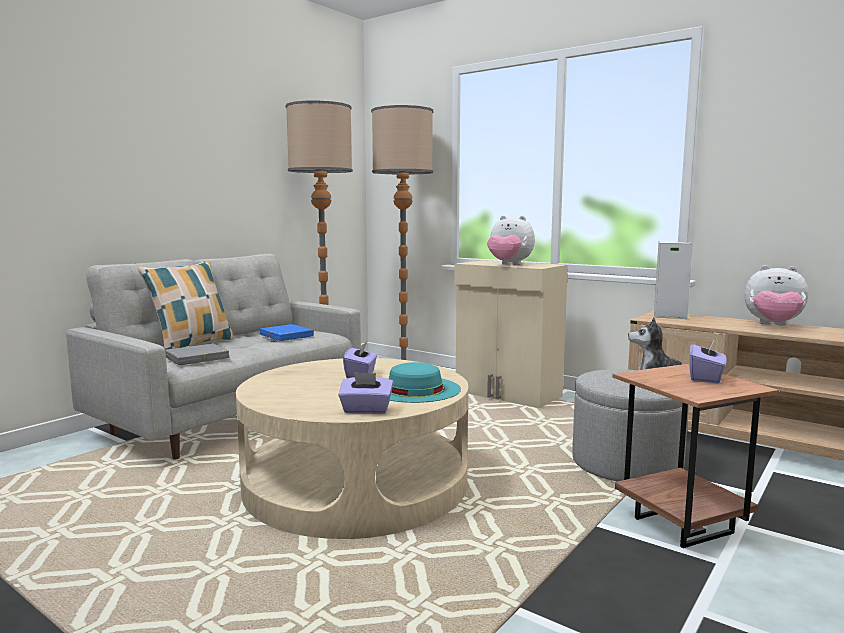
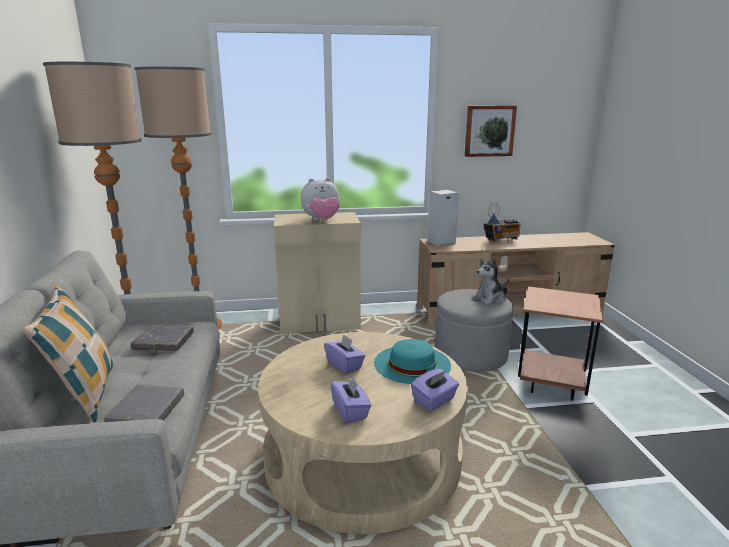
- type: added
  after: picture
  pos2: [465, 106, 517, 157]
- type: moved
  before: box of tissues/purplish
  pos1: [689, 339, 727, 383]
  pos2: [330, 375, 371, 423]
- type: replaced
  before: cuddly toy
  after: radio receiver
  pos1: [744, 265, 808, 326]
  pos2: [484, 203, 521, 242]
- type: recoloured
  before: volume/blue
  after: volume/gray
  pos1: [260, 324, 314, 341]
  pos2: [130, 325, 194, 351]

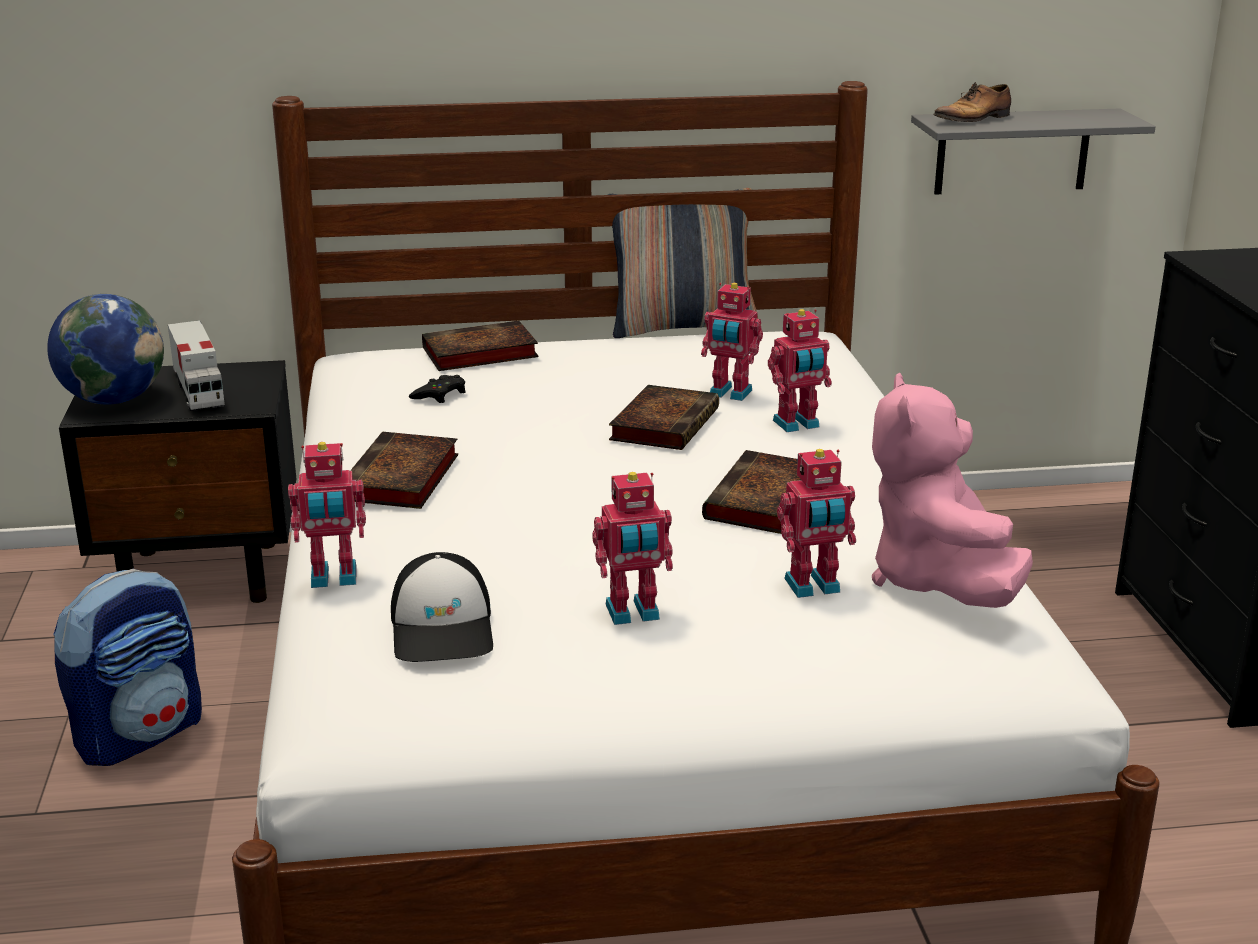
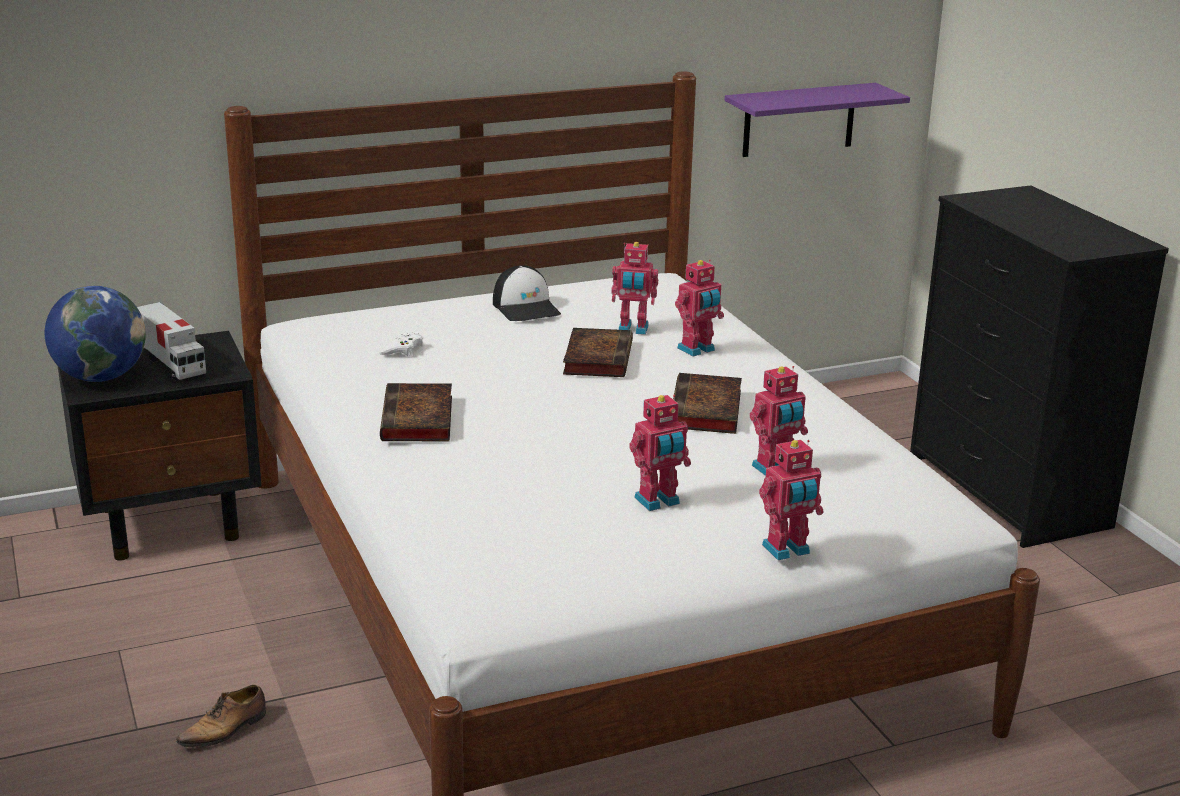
- type: removed
  before: rucksack
  pos1: [53, 569, 202, 766]
- type: removed
  before: volume
  pos1: [422, 321, 539, 371]
- type: removed
  before: cushion
  pos1: [608, 188, 758, 338]
- type: removed
  before: cuddly toy/pink
  pos1: [872, 373, 1033, 608]
- type: moved
  before: robot figure
  pos1: [288, 442, 366, 588]
  pos2: [759, 440, 823, 560]
- type: moved
  before: peaked cap
  pos1: [391, 552, 493, 662]
  pos2: [493, 265, 561, 321]
- type: moved
  before: low shoe
  pos1: [934, 82, 1011, 122]
  pos2: [176, 685, 266, 747]
- type: recoloured
  before: joypad/blackish
  after: joypad/whitish
  pos1: [409, 375, 466, 403]
  pos2: [379, 332, 424, 356]
- type: recoloured
  before: wall shelf/gray
  after: wall shelf/purplish
  pos1: [911, 108, 1156, 195]
  pos2: [725, 83, 910, 157]

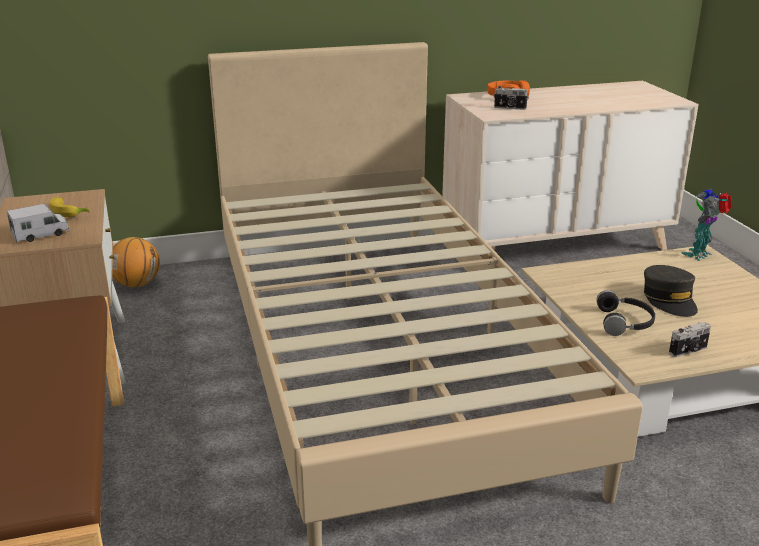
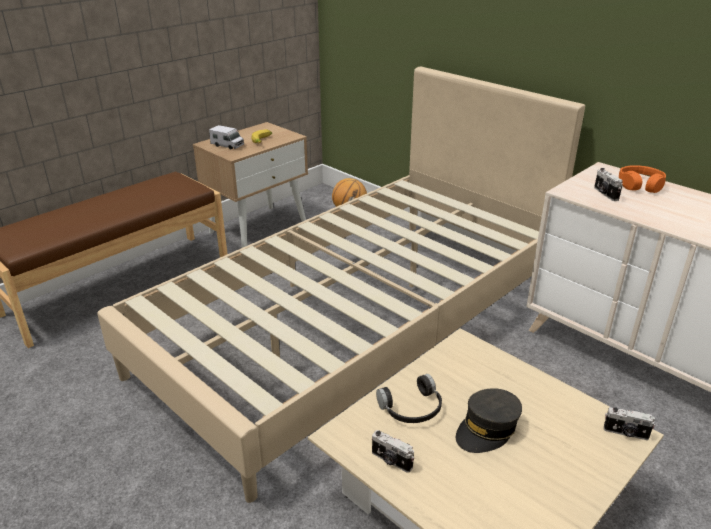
- type: replaced
  before: robot figure
  after: still camera
  pos1: [682, 188, 732, 261]
  pos2: [604, 407, 655, 440]

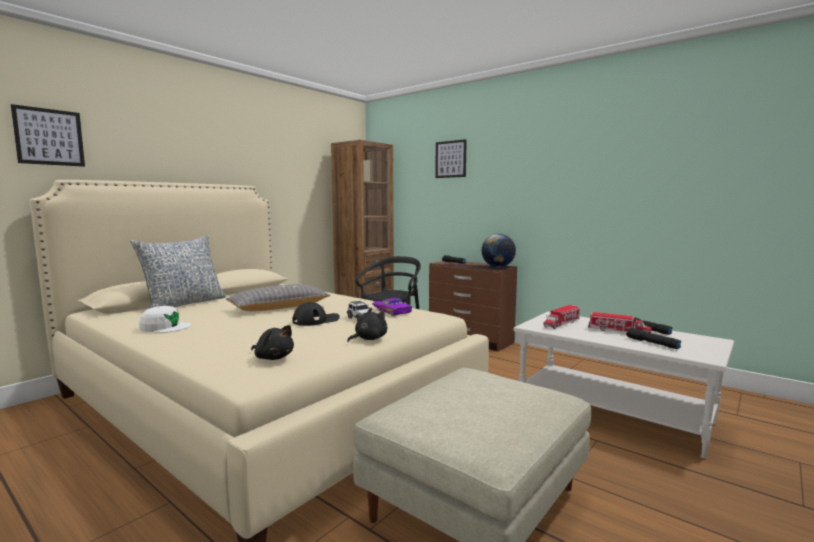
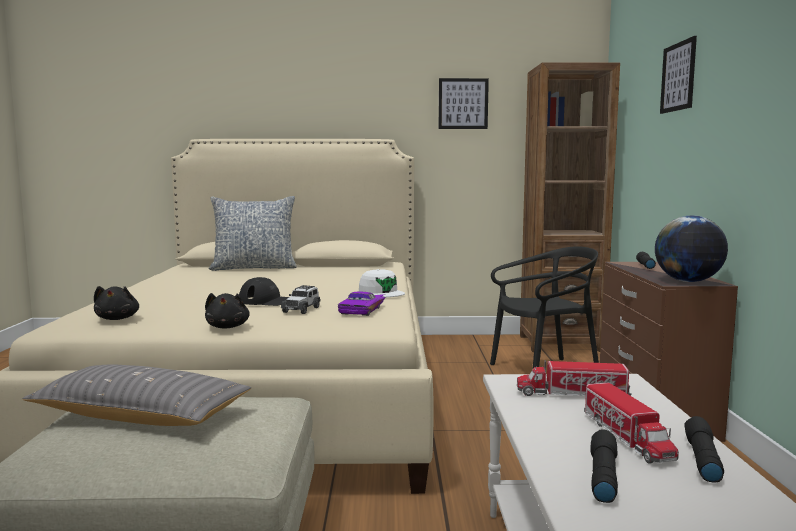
- type: moved
  before: picture
  pos1: [11, 104, 85, 167]
  pos2: [439, 78, 489, 129]
- type: moved
  before: peaked cap/whitish
  pos1: [139, 306, 192, 333]
  pos2: [359, 269, 405, 297]
- type: moved
  before: cushion/gray
  pos1: [226, 284, 331, 311]
  pos2: [22, 364, 251, 426]
- type: turned
  before: cuddly toy/blackish
  pos1: [347, 308, 387, 342]
  pos2: [205, 293, 250, 329]
  turn: 75

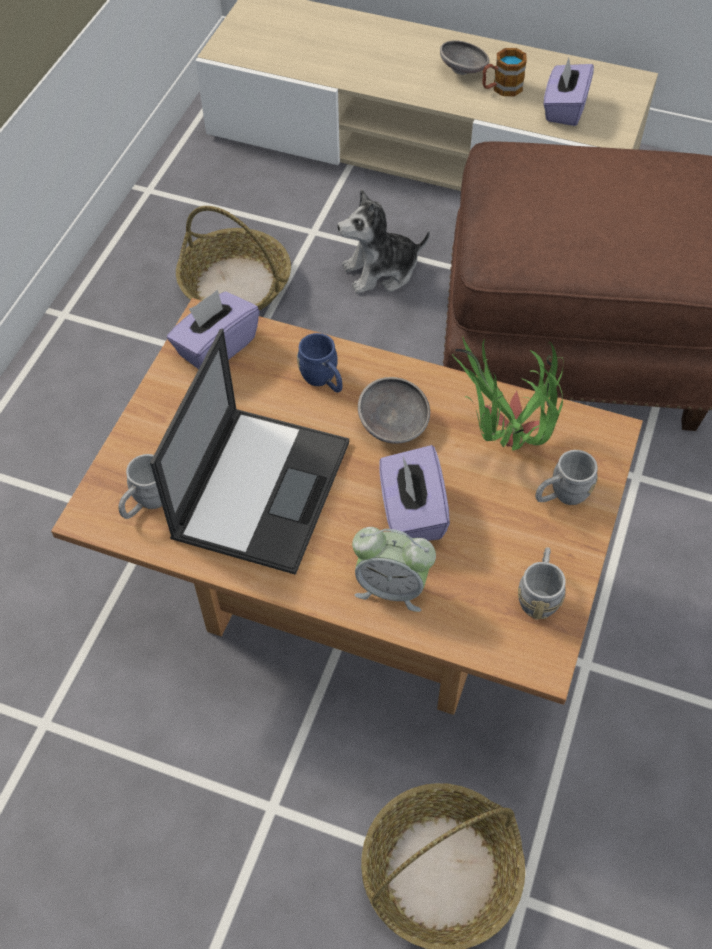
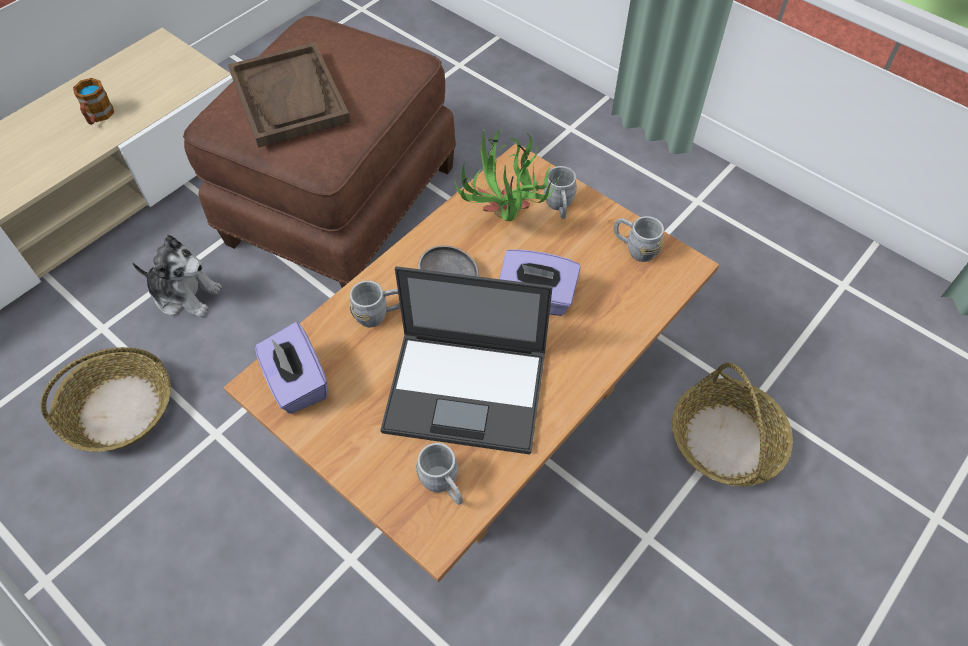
- type: removed
  before: bedside clock
  pos1: [352, 527, 436, 612]
- type: removed
  before: deep dish/gray
  pos1: [440, 40, 489, 75]
- type: removed
  before: box of tissues/purplish
  pos1: [543, 58, 594, 126]
- type: added
  after: carrying tray/brown-coloured
  pos2: [228, 42, 351, 148]
- type: recoloured
  before: tea mug/blue
  after: tea mug/gray
  pos1: [297, 333, 342, 393]
  pos2: [349, 281, 400, 327]
- type: turned
  before: portable computer
  pos1: [150, 329, 349, 575]
  pos2: [380, 266, 553, 455]
  turn: 150
- type: turned
  before: cuddly toy
  pos1: [338, 189, 430, 294]
  pos2: [132, 235, 222, 317]
  turn: -75

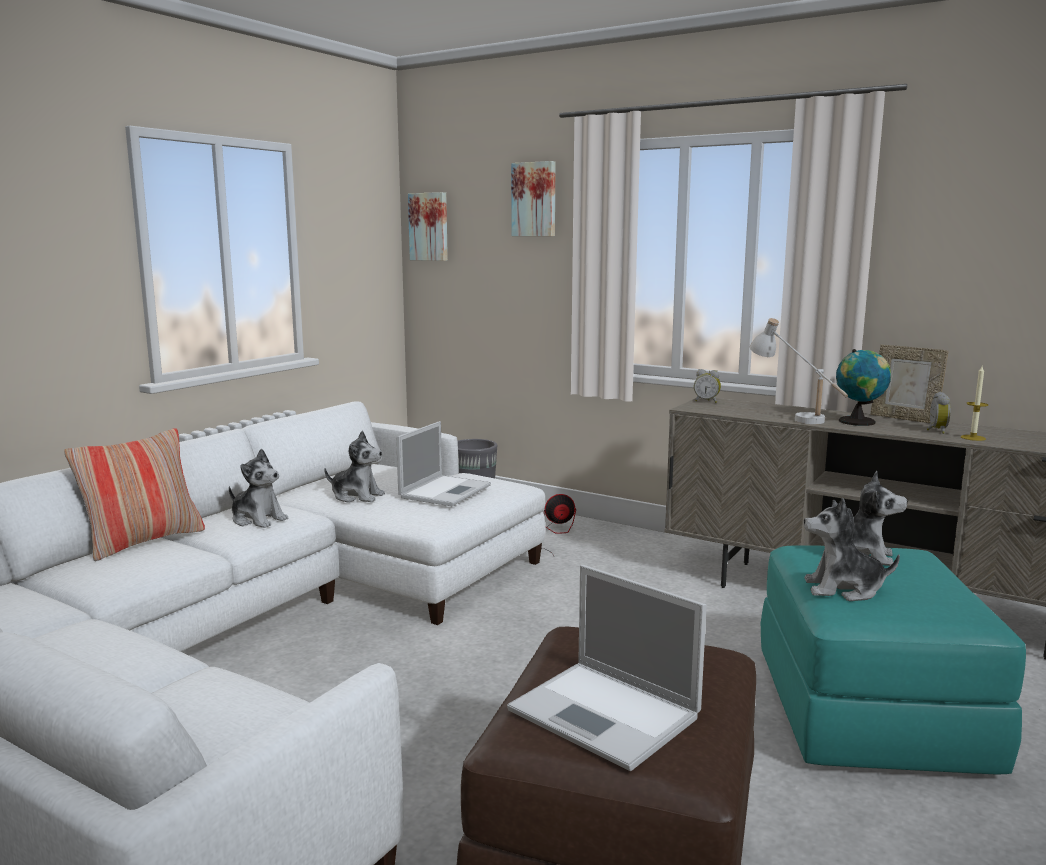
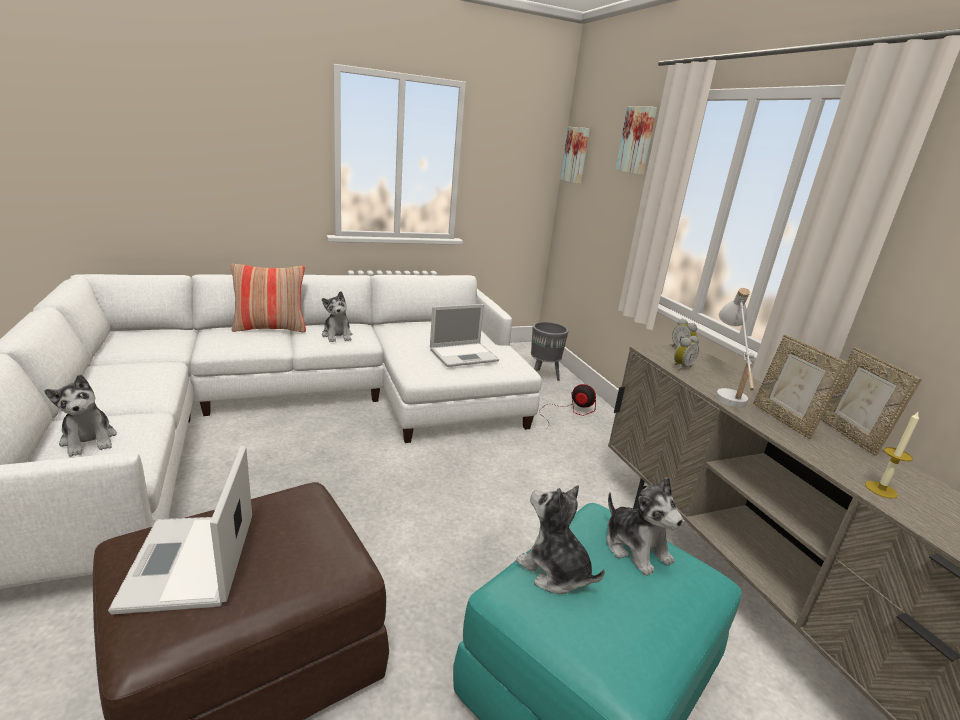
- type: moved
  before: cuddly toy
  pos1: [324, 431, 385, 503]
  pos2: [44, 375, 117, 457]
- type: moved
  before: bedside clock
  pos1: [927, 392, 951, 434]
  pos2: [674, 336, 699, 371]
- type: replaced
  before: desk globe
  after: picture frame
  pos1: [836, 349, 891, 426]
  pos2: [753, 334, 848, 439]

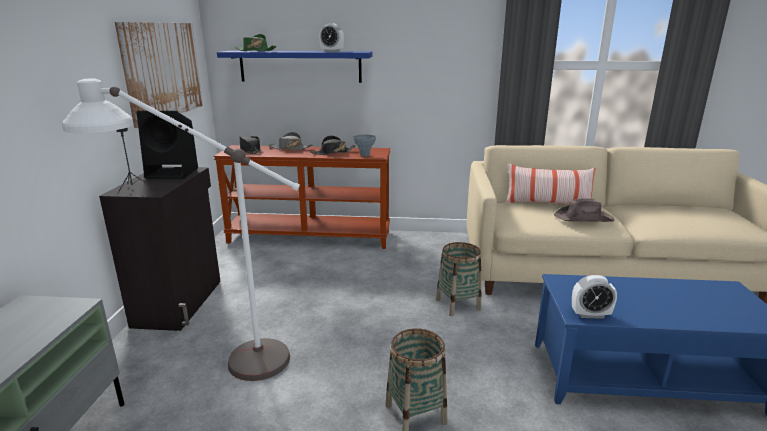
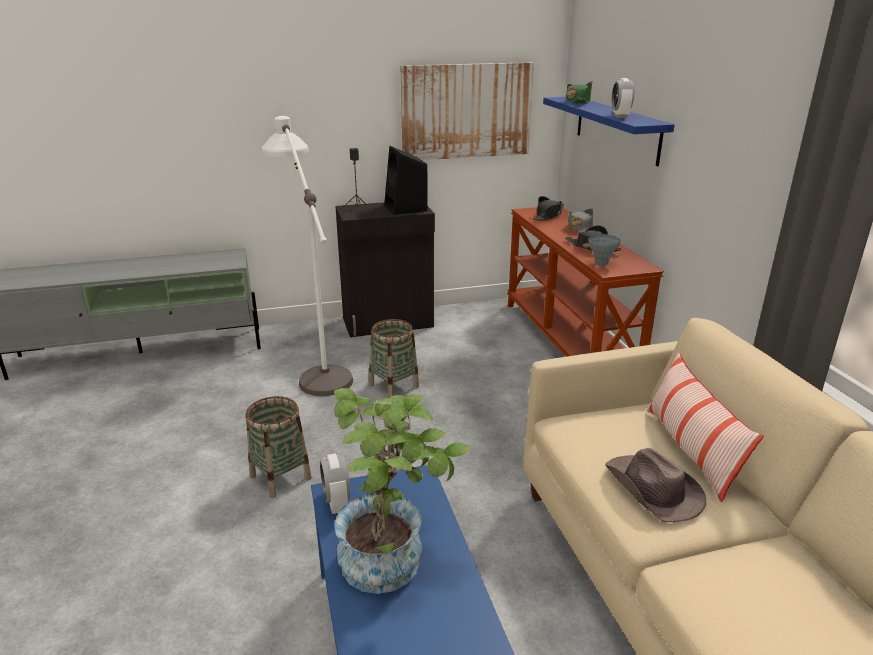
- type: added
  after: plant in a pot
  pos2: [334, 388, 471, 594]
- type: moved
  before: household basket
  pos1: [436, 242, 481, 316]
  pos2: [369, 319, 419, 398]

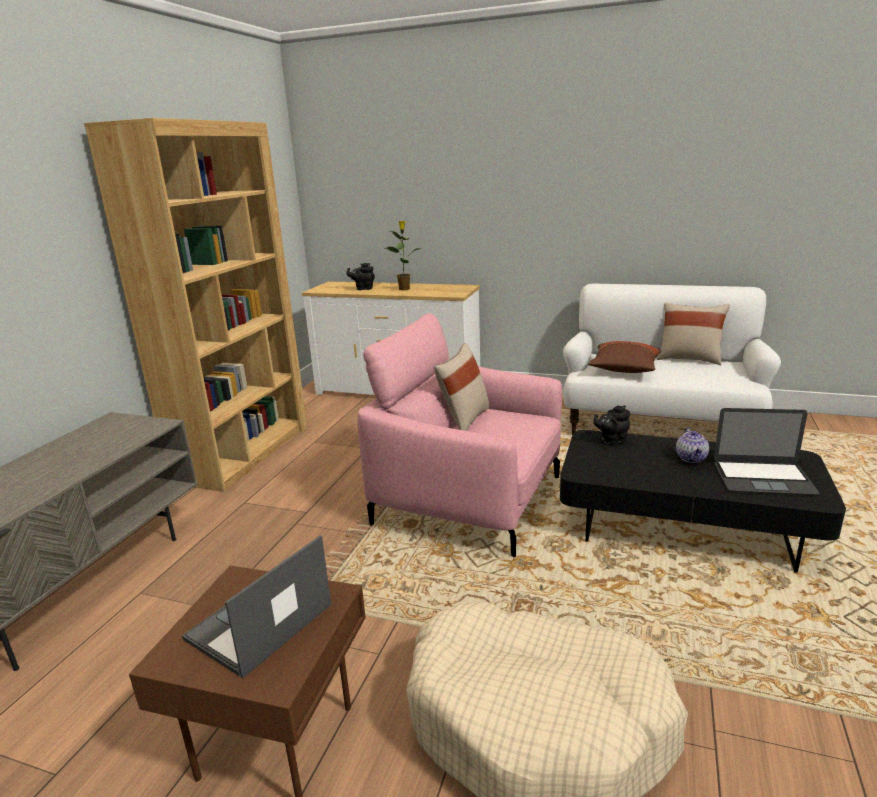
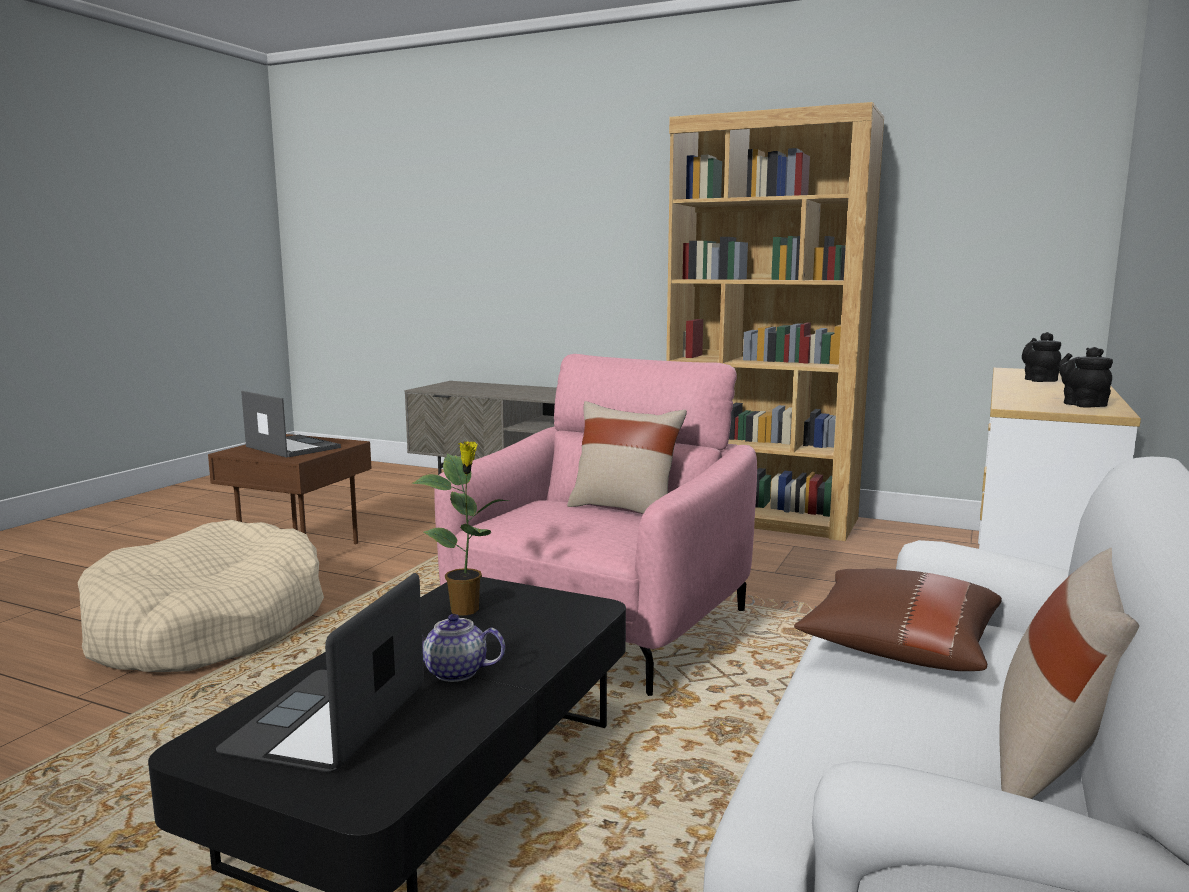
- type: moved
  before: plant in a pot
  pos1: [384, 221, 419, 290]
  pos2: [412, 441, 509, 615]
- type: moved
  before: teapot/blackish
  pos1: [593, 405, 630, 445]
  pos2: [1059, 347, 1113, 408]

